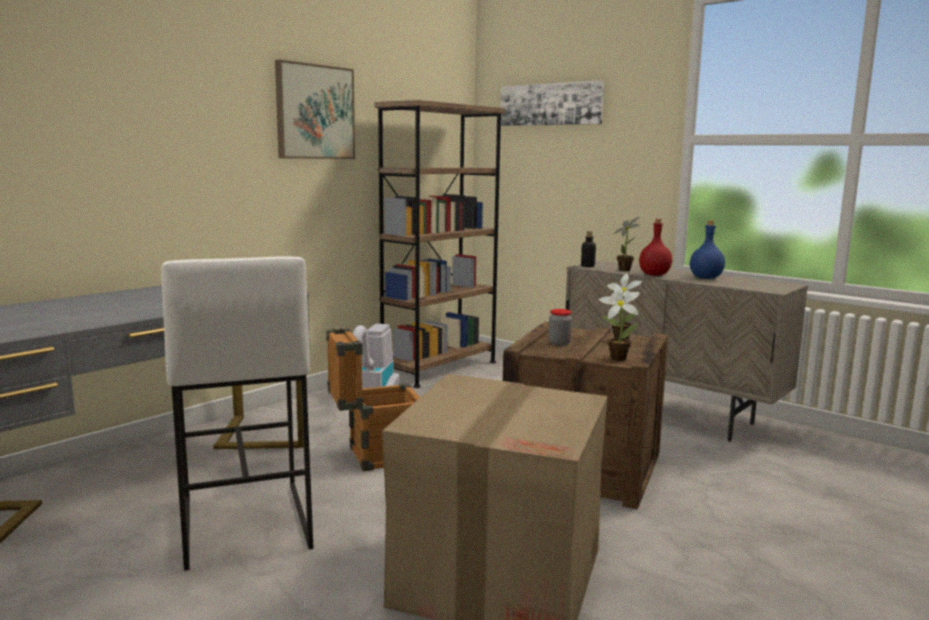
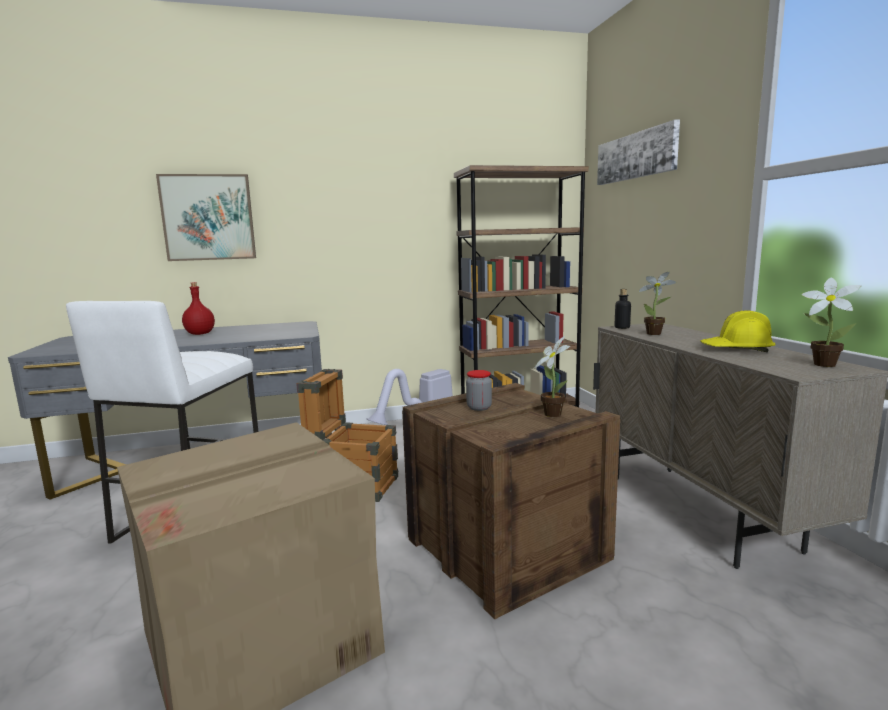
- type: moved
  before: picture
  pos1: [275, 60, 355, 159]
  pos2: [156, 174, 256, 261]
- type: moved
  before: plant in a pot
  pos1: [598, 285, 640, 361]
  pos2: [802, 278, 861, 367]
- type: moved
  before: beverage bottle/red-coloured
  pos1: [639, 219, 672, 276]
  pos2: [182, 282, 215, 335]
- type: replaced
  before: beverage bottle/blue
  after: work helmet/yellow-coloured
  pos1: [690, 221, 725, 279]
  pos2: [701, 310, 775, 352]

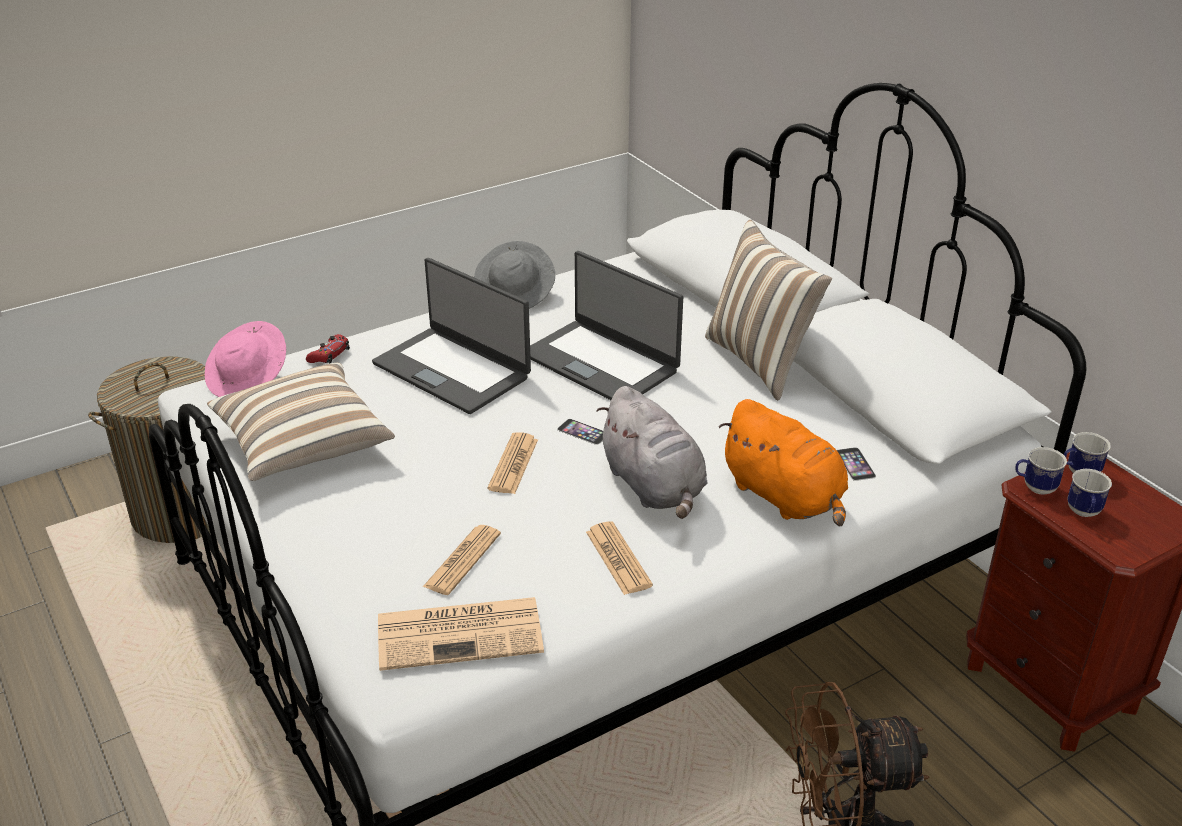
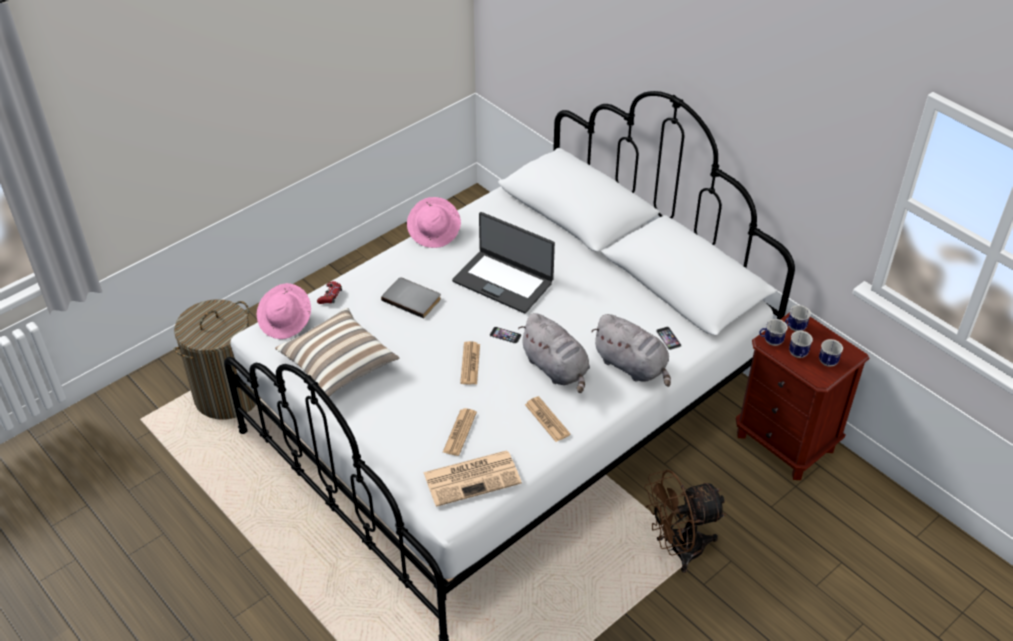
- type: removed
  before: cushion
  pos1: [705, 220, 832, 401]
- type: added
  after: tea mug
  pos2: [819, 339, 843, 367]
- type: replaced
  before: portable computer
  after: volume/gray
  pos1: [372, 258, 531, 414]
  pos2: [381, 277, 441, 318]
- type: recoloured
  before: wearable hat/gray
  after: wearable hat/pink
  pos1: [474, 241, 555, 309]
  pos2: [407, 197, 461, 248]
- type: recoloured
  before: cuddly toy/orange
  after: cuddly toy/gray
  pos1: [718, 399, 848, 527]
  pos2: [591, 314, 671, 387]

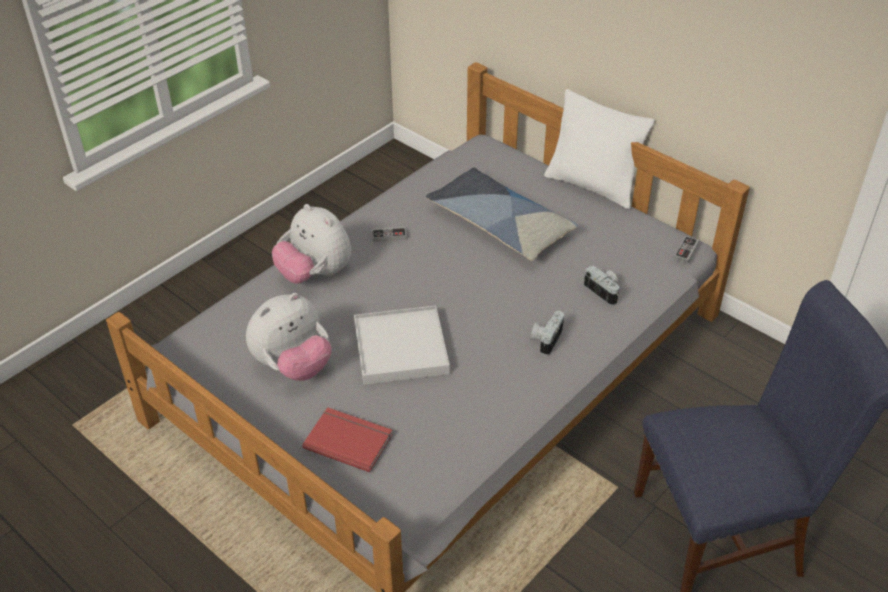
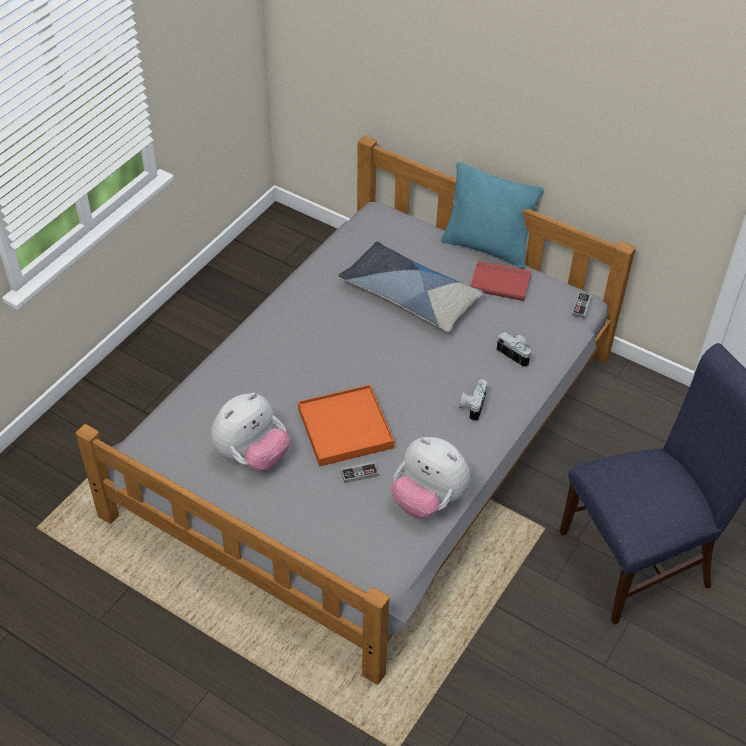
- type: moved
  before: cuddly toy
  pos1: [272, 204, 351, 284]
  pos2: [391, 437, 470, 518]
- type: moved
  before: volume/red-coloured
  pos1: [302, 407, 393, 473]
  pos2: [470, 261, 531, 301]
- type: moved
  before: joypad
  pos1: [372, 227, 406, 242]
  pos2: [341, 462, 378, 483]
- type: recoloured
  before: carrying tray/whitish
  after: carrying tray/orange
  pos1: [354, 305, 450, 385]
  pos2: [298, 385, 394, 467]
- type: recoloured
  before: cushion/whitish
  after: cushion/turquoise
  pos1: [544, 89, 655, 209]
  pos2: [441, 162, 544, 269]

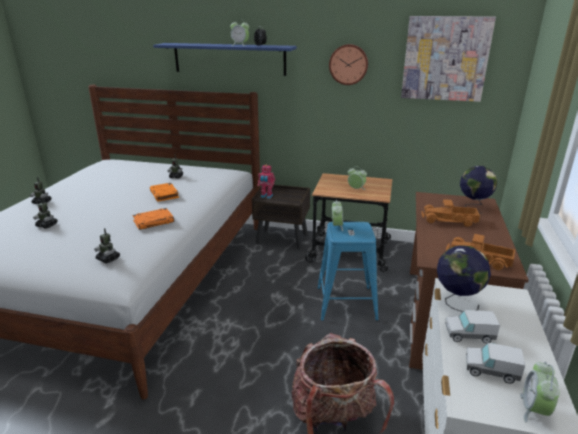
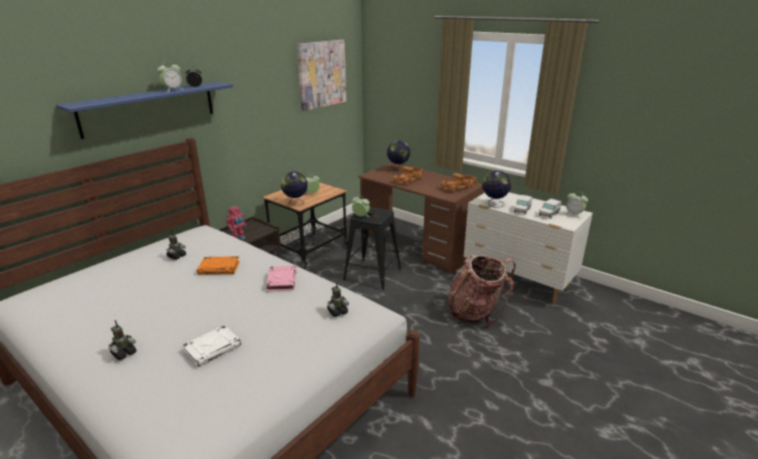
- type: removed
  before: wall clock
  pos1: [329, 44, 368, 85]
- type: added
  after: desk globe
  pos2: [281, 172, 308, 206]
- type: replaced
  before: robot figure
  after: volume/whitish
  pos1: [33, 198, 57, 229]
  pos2: [182, 325, 241, 367]
- type: recoloured
  before: volume/orange
  after: volume/pink
  pos1: [132, 208, 174, 230]
  pos2: [266, 266, 297, 292]
- type: recoloured
  before: sitting stool/blue
  after: sitting stool/blackish
  pos1: [317, 222, 379, 321]
  pos2: [343, 207, 401, 290]

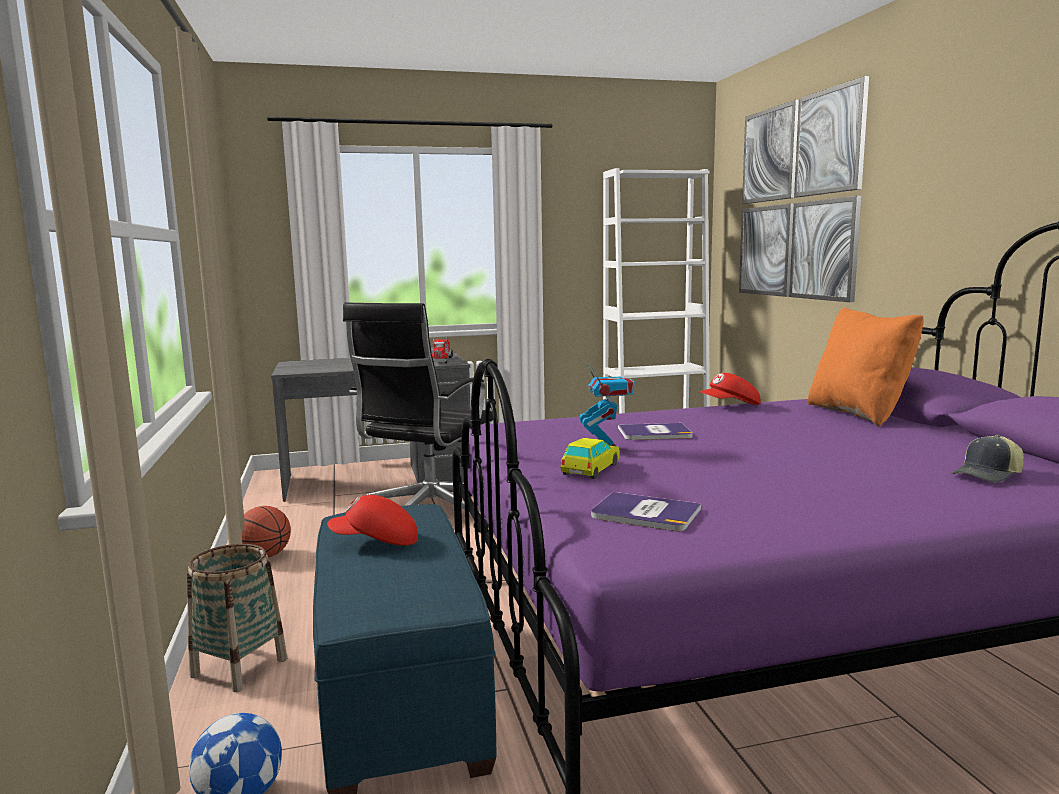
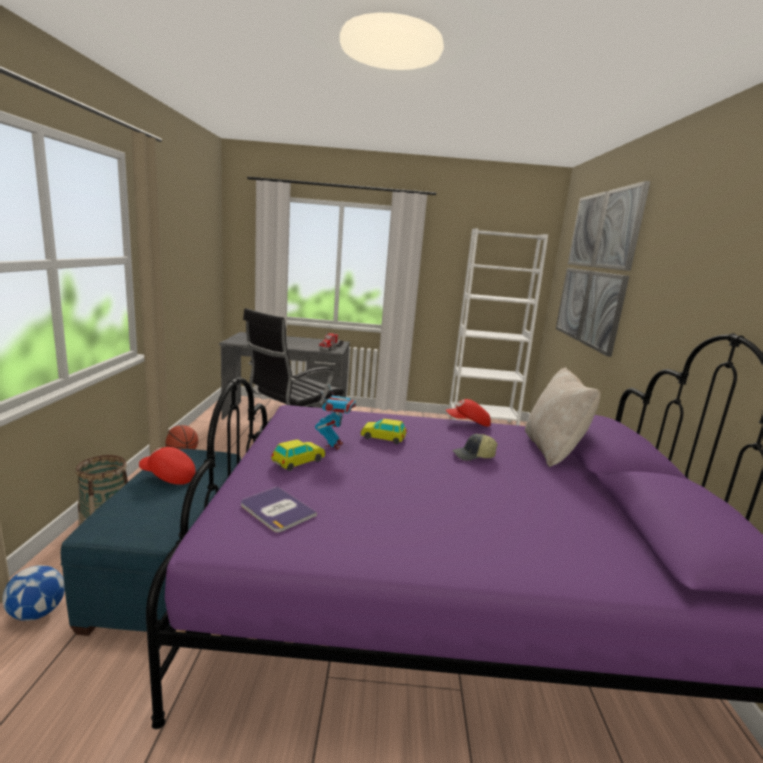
- type: moved
  before: peaked cap
  pos1: [951, 435, 1024, 483]
  pos2: [452, 434, 497, 461]
- type: replaced
  before: volume
  after: model car
  pos1: [618, 423, 692, 440]
  pos2: [361, 419, 407, 444]
- type: recoloured
  before: cushion/orange
  after: cushion/sand-coloured
  pos1: [808, 307, 924, 427]
  pos2: [525, 367, 600, 467]

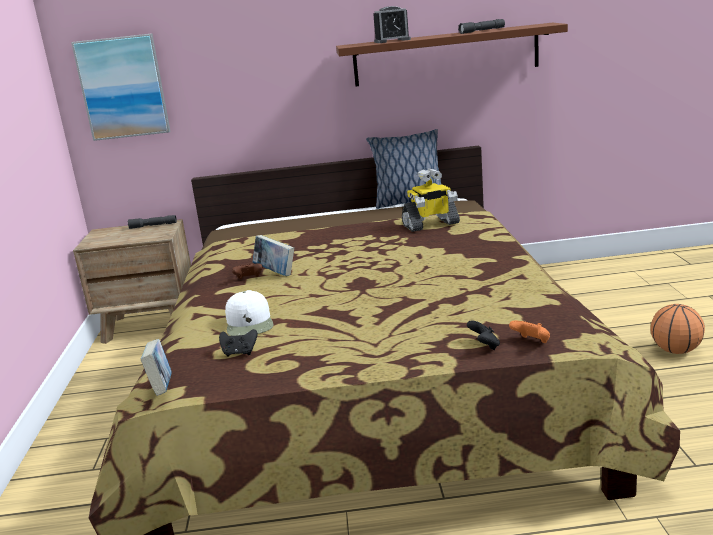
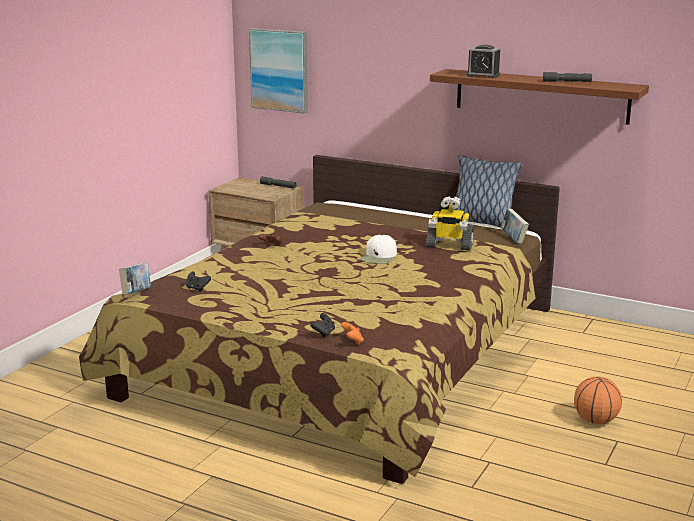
- type: moved
  before: peaked cap/whitish
  pos1: [225, 290, 273, 336]
  pos2: [361, 235, 397, 264]
- type: moved
  before: volume
  pos1: [253, 235, 294, 276]
  pos2: [501, 209, 529, 244]

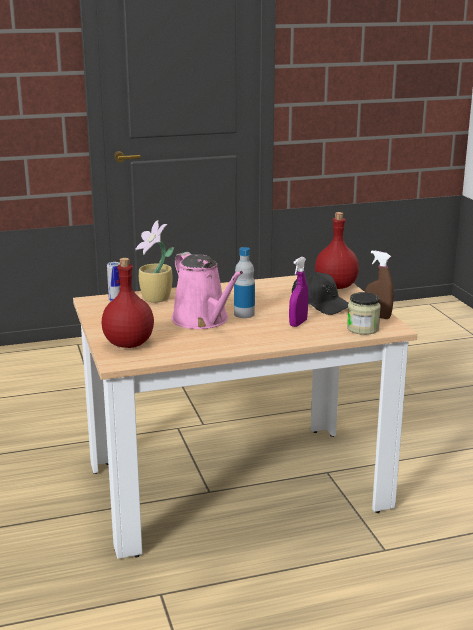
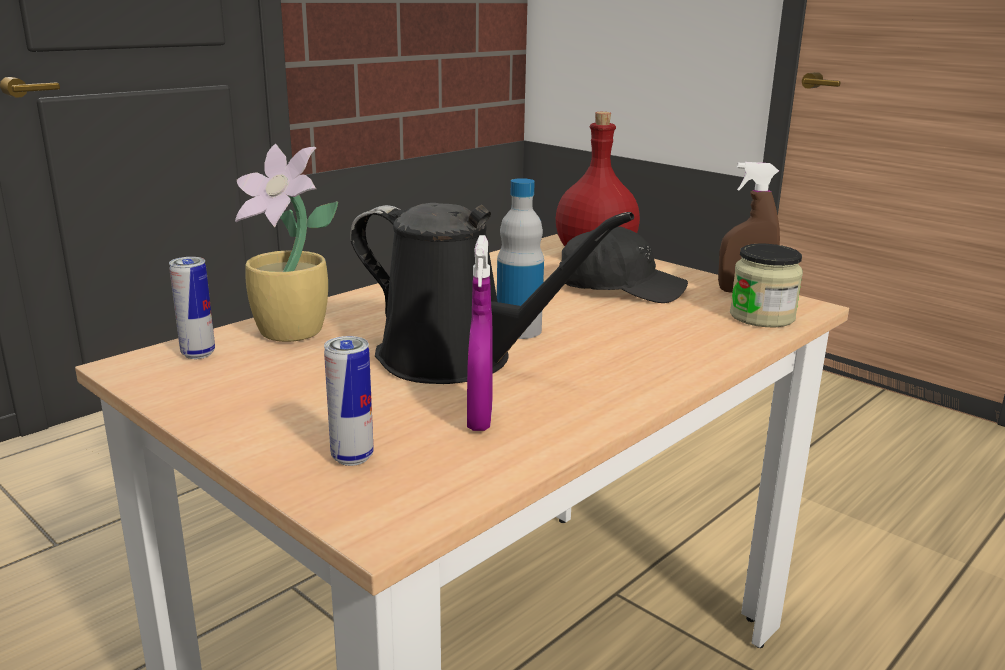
- type: moved
  before: hand sprayer/purplish
  pos1: [289, 257, 308, 327]
  pos2: [467, 235, 493, 431]
- type: replaced
  before: beverage bottle/red-coloured
  after: can
  pos1: [102, 258, 154, 348]
  pos2: [324, 336, 373, 466]
- type: recoloured
  before: watering pot/pink
  after: watering pot/blackish
  pos1: [172, 252, 243, 329]
  pos2: [350, 203, 634, 384]

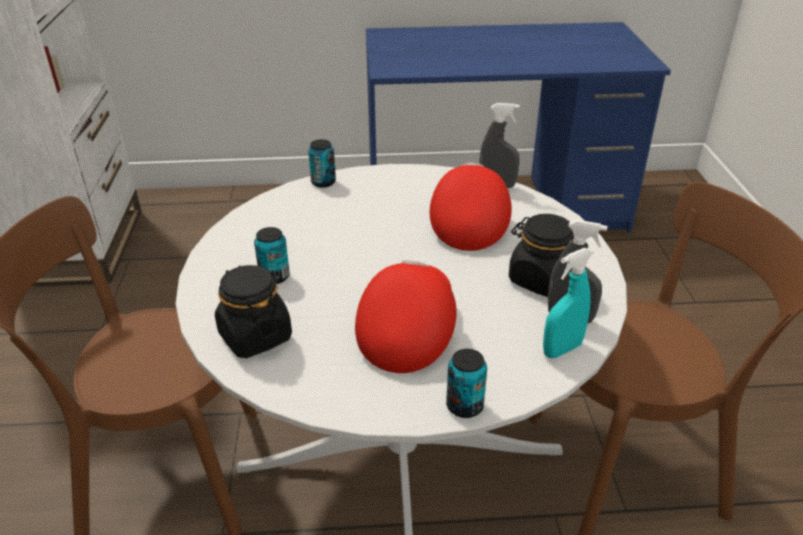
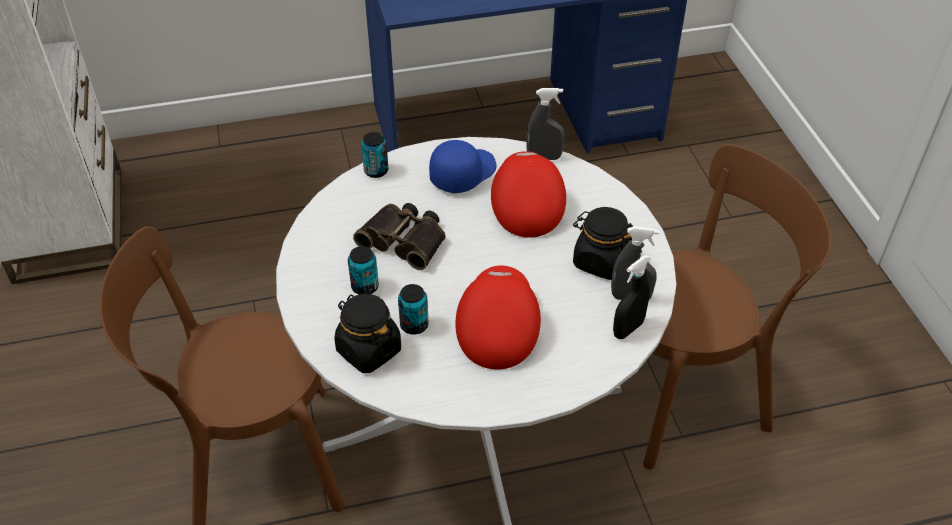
- type: added
  after: binoculars
  pos2: [353, 203, 445, 270]
- type: added
  after: peaked cap/blue
  pos2: [429, 140, 497, 193]
- type: moved
  before: can
  pos1: [446, 349, 487, 418]
  pos2: [398, 284, 429, 335]
- type: recoloured
  before: hand sprayer/turquoise
  after: hand sprayer/blackish
  pos1: [543, 248, 593, 358]
  pos2: [613, 255, 650, 339]

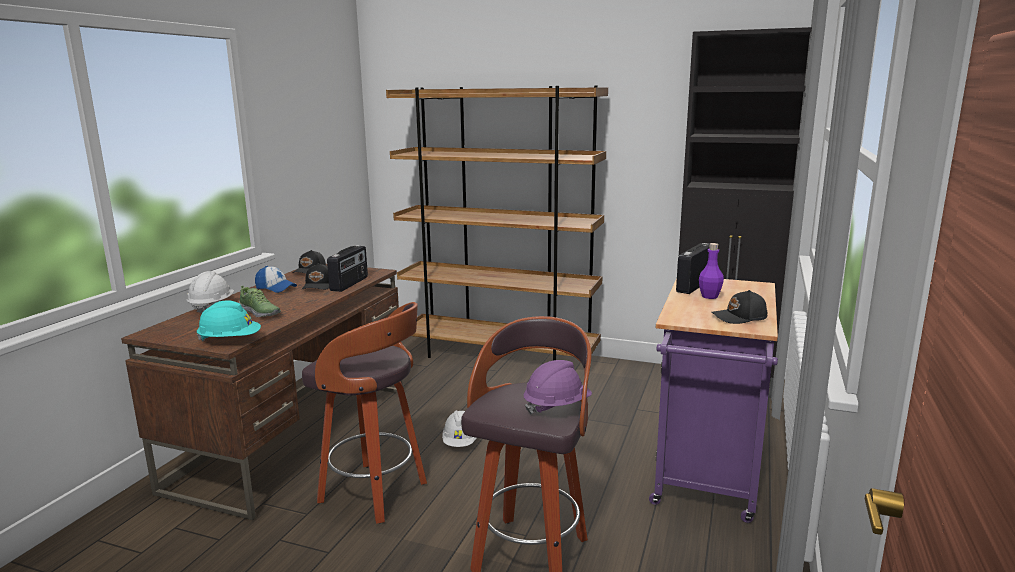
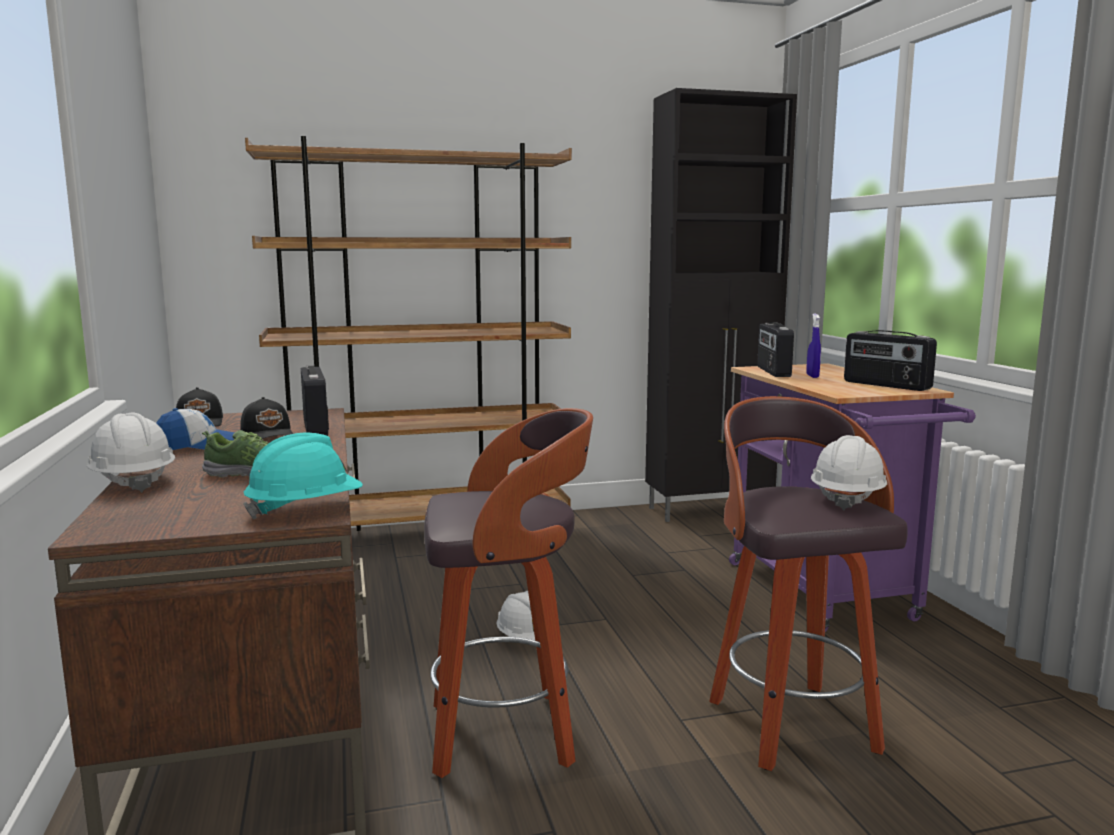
- type: replaced
  before: beverage bottle/purplish
  after: hand sprayer/blue
  pos1: [699, 243, 724, 299]
  pos2: [806, 314, 821, 378]
- type: replaced
  before: peaked cap/blackish
  after: radio receiver
  pos1: [711, 290, 767, 324]
  pos2: [844, 330, 937, 391]
- type: recoloured
  before: work helmet/purplish
  after: work helmet/whitish
  pos1: [524, 360, 592, 415]
  pos2: [811, 435, 887, 510]

